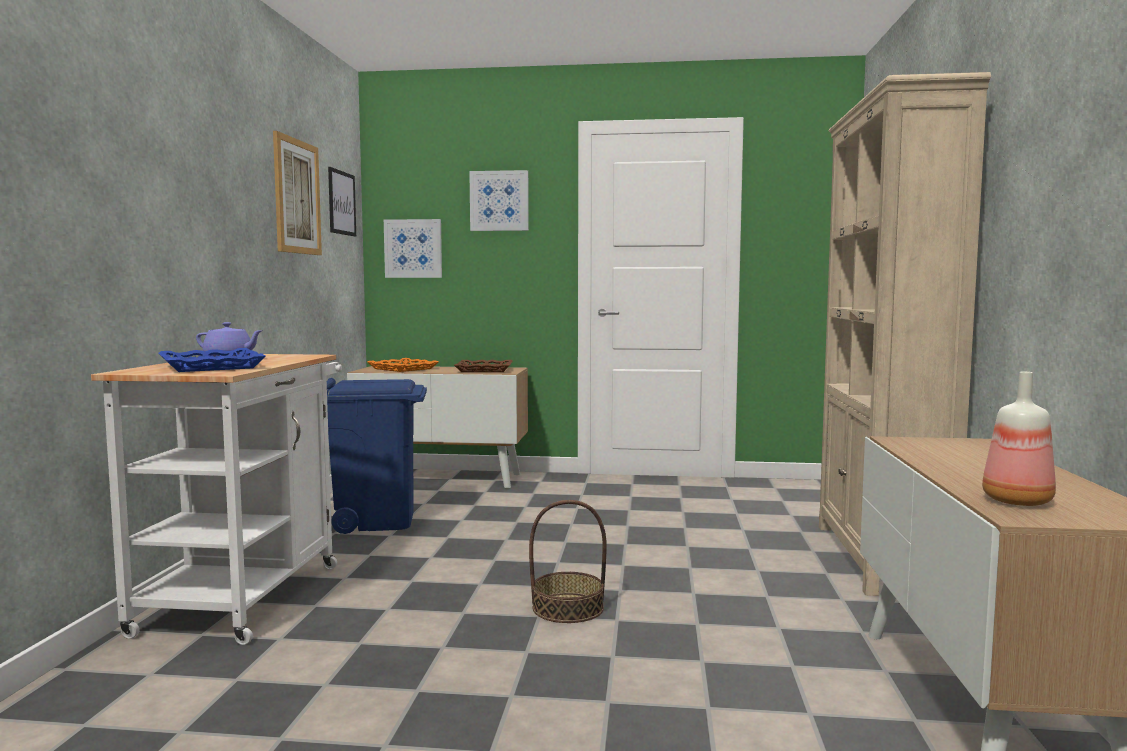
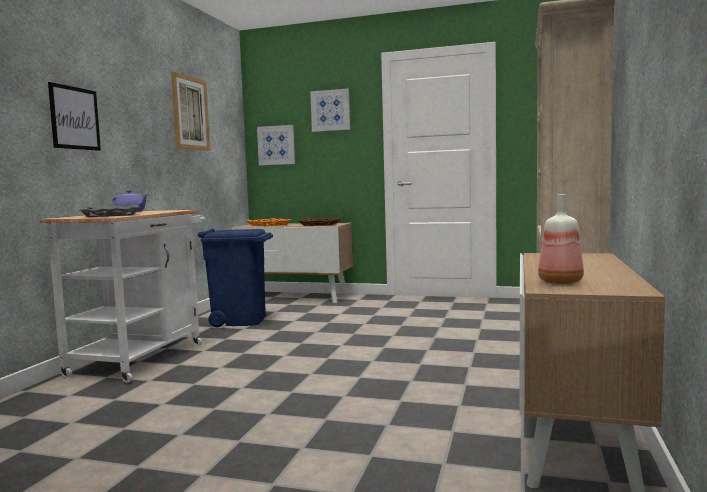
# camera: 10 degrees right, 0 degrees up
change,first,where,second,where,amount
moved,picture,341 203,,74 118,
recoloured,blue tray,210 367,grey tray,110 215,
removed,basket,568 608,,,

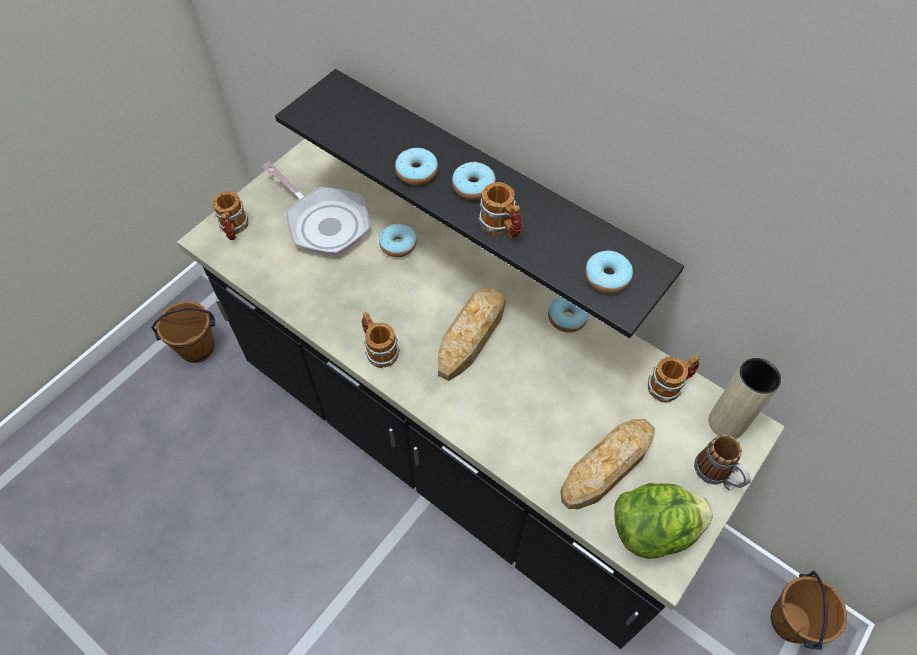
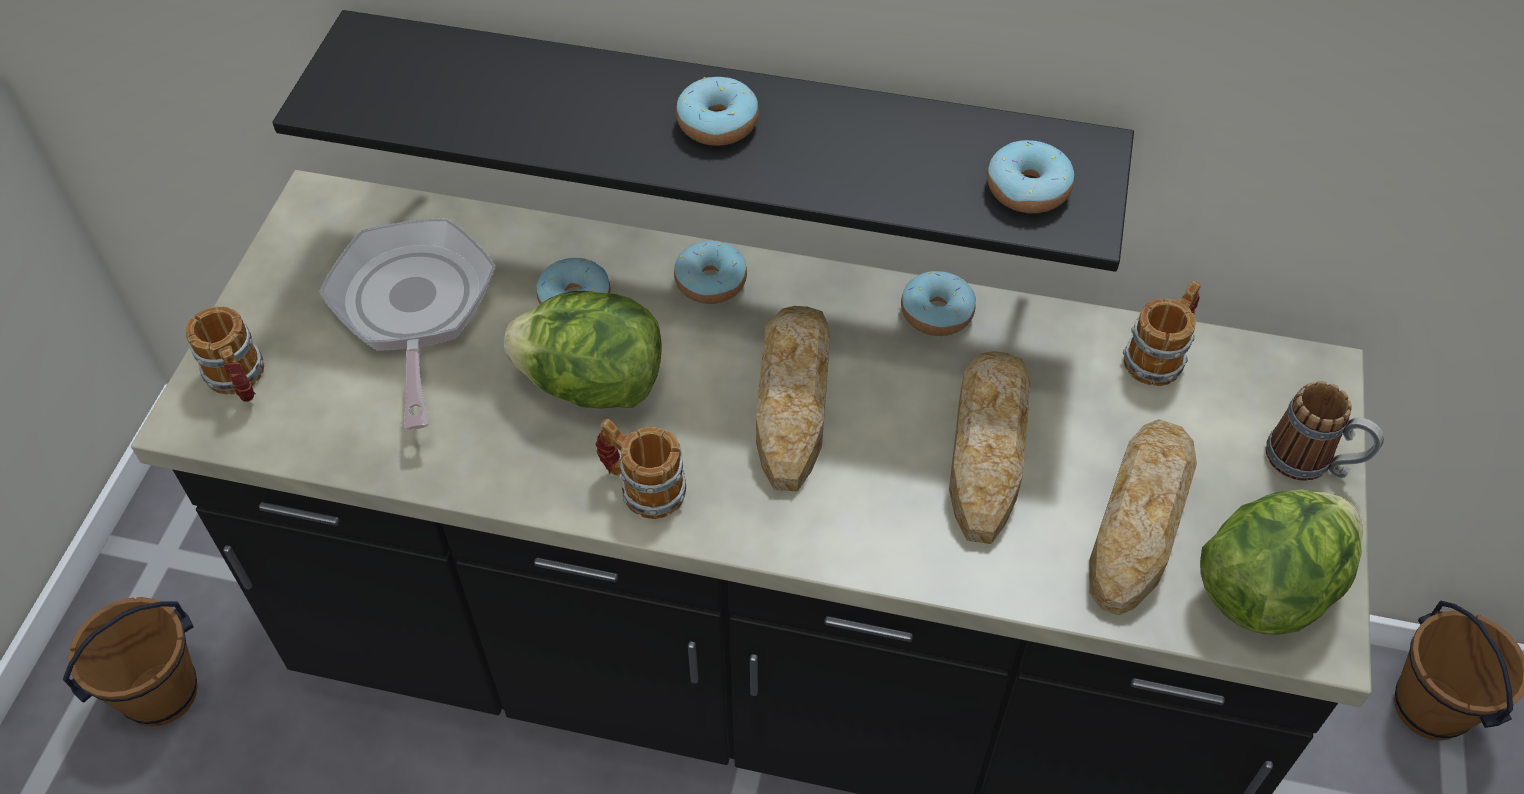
# camera: 25 degrees left, 5 degrees down
change,first,where,second,where,amount
turned,frying pan,324 222,,413 309,120 degrees counterclockwise
added,,,lettuce,593 384,
moved,donut,416 172,,710 282,
added,,,bread,987 450,
removed,mug,501 227,,,
removed,beige vase,726 423,,,

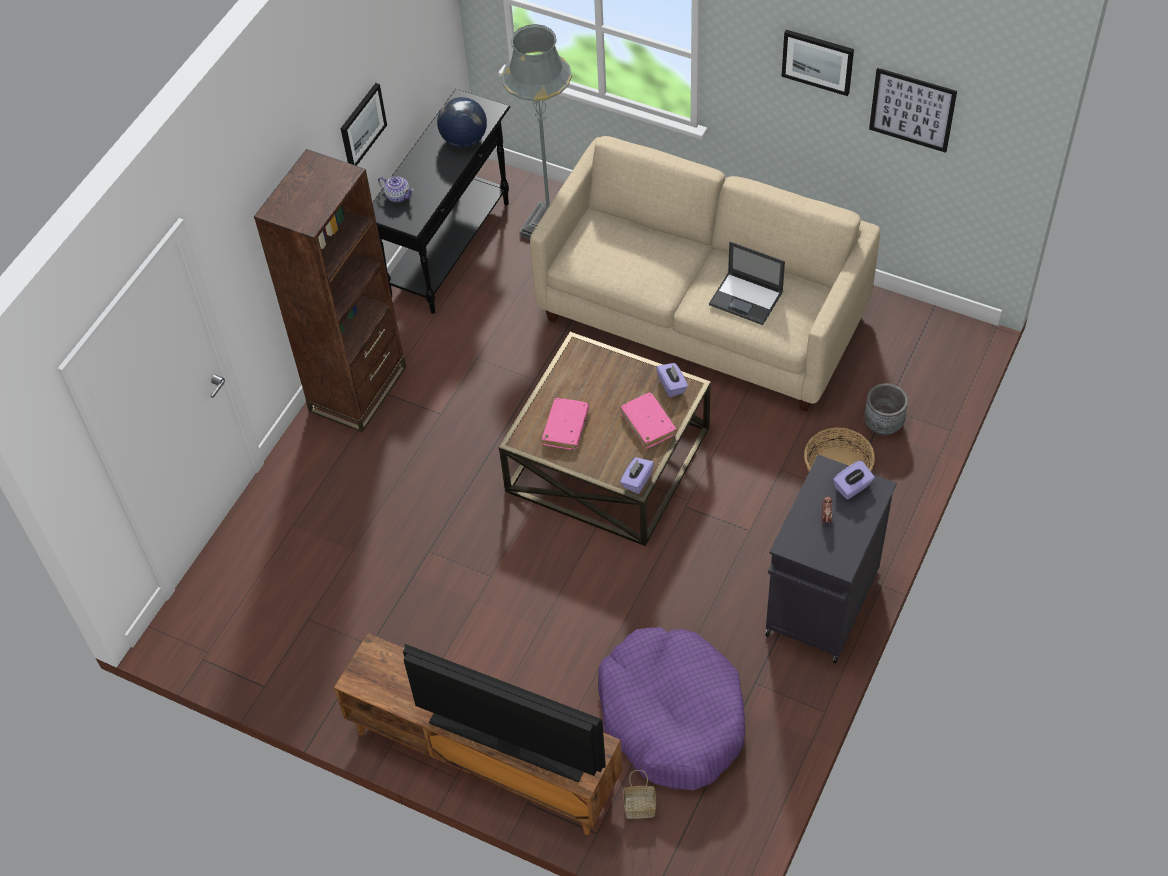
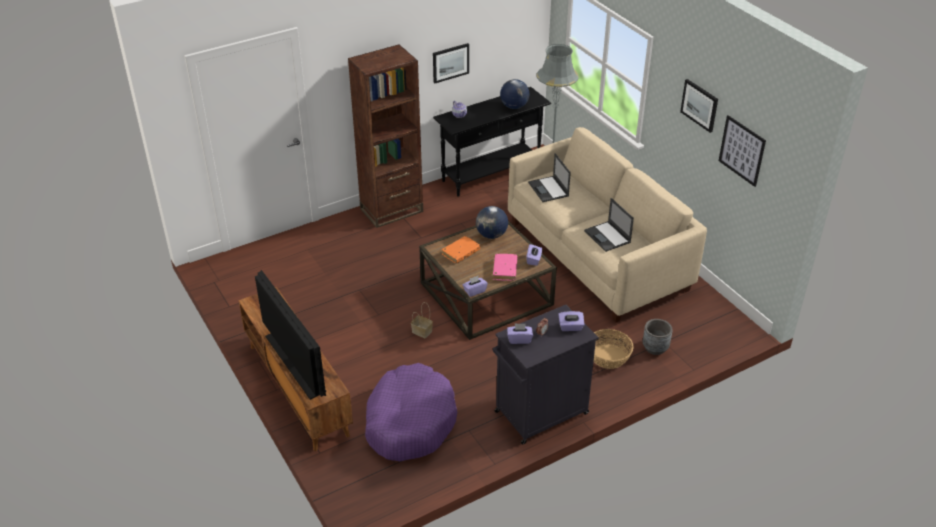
# camera: 30 degrees right, 15 degrees down
change,first,where,second,where,amount
moved,basket,639 808,,421 331,
recoloured,pink book,566 427,orange book,461 253,
added,,,globe,491 235,
added,,,purple tissue box,519 339,
added,,,laptop,549 189,

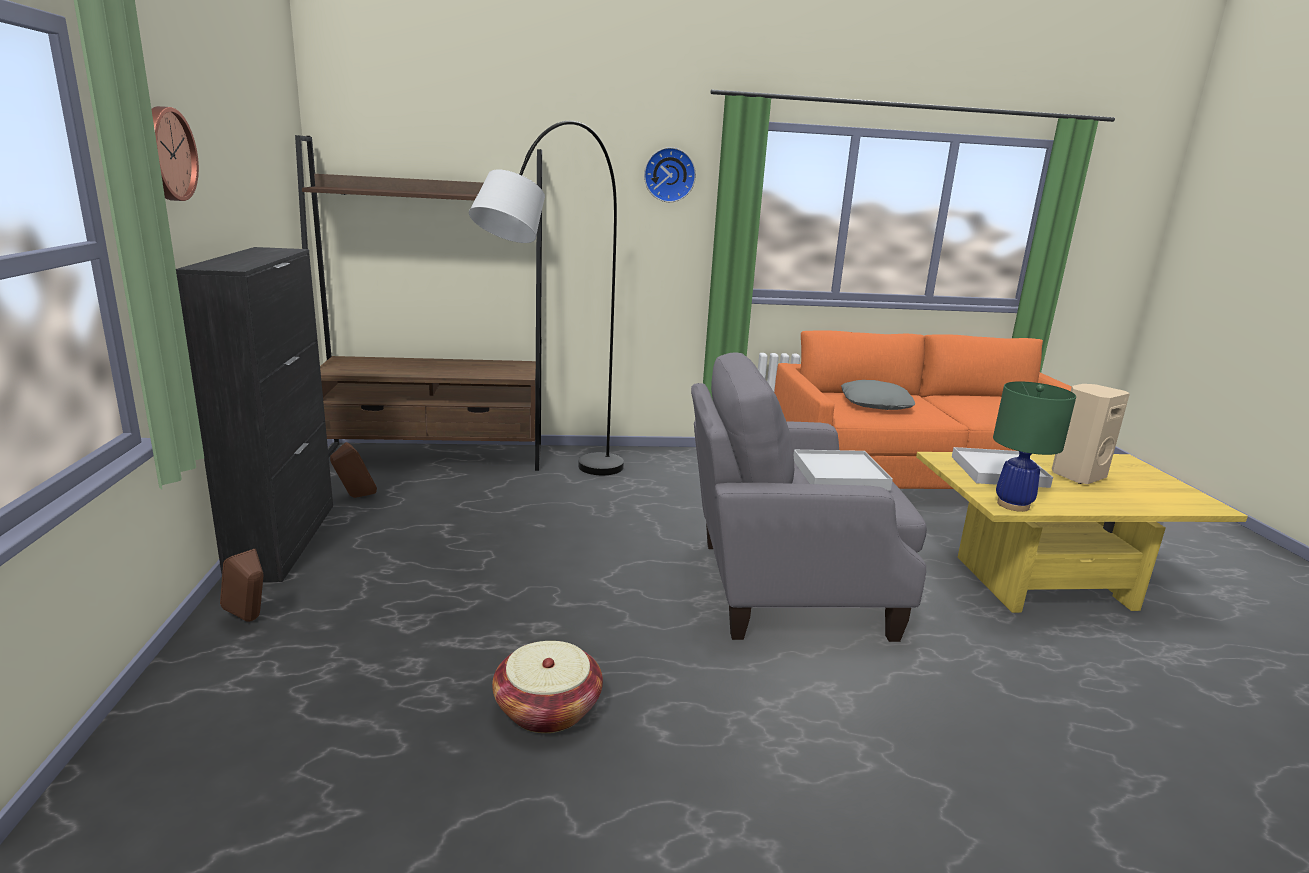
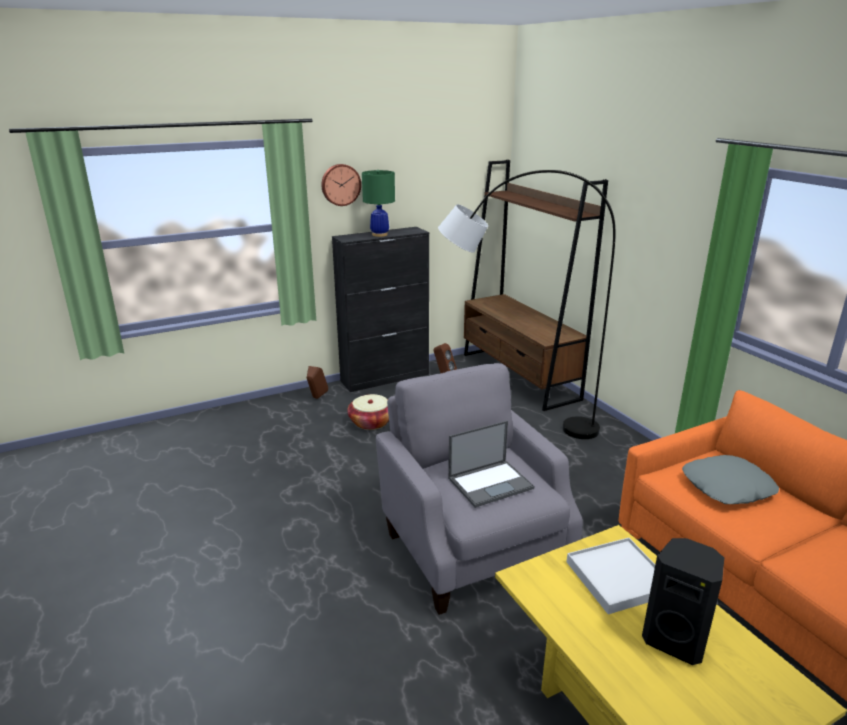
# camera: 70 degrees right, 5 degrees up
change,first,where,second,where,amount
moved,basket,547 709,,371 422,
moved,green table lamp,1012 505,,379 234,
replaced,white tray,839 474,laptop,491 483,
recoloured,beige speaker,1076 475,black speaker,675 640,
removed,wall clock,669 175,,,

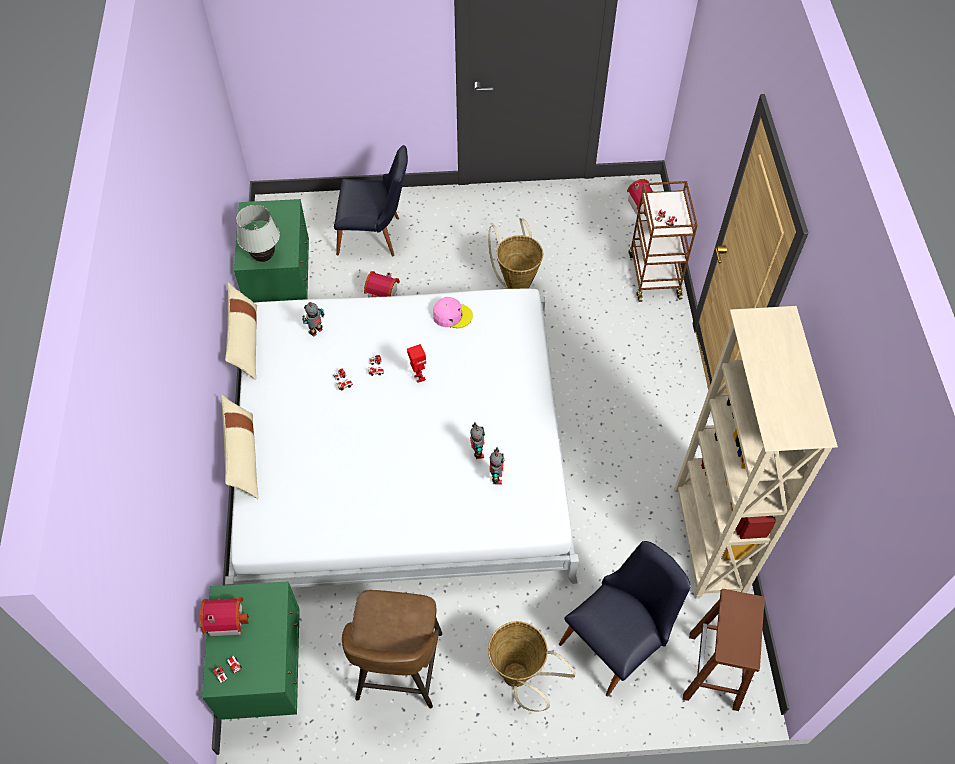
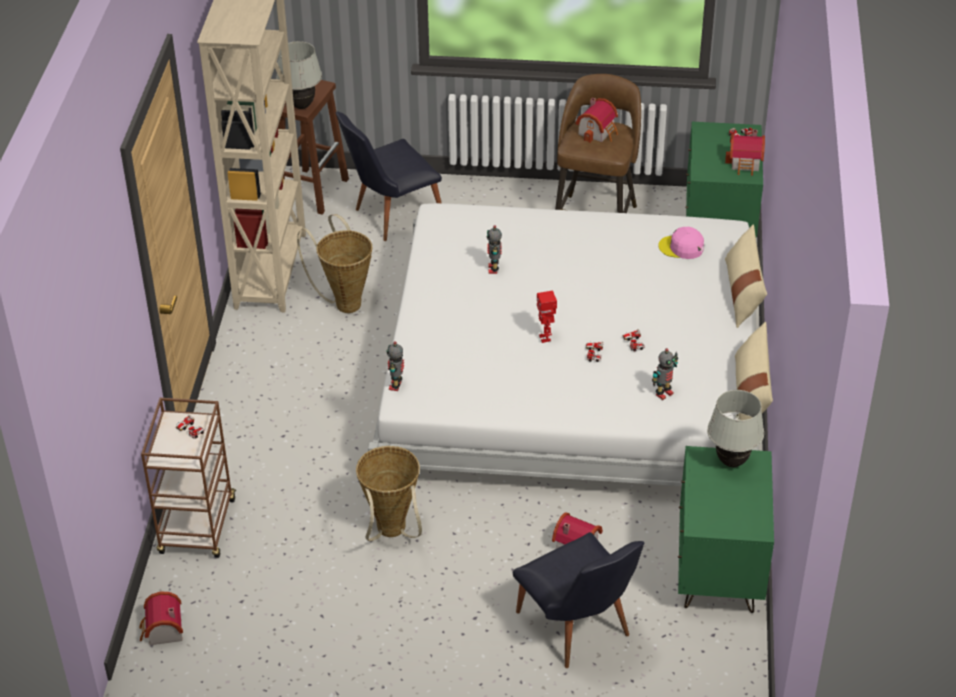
# camera: 170 degrees left, 15 degrees down
change,first,where,second,where,amount
added,,,white table lamp,301 105,
moved,basket,520 680,,345 302,
moved,toy robot,496 478,,396 385,
turned,black chair,376 236,,578 631,135 degrees counterclockwise
added,,,toy house,598 132,
moved,pink cap,452 315,,681 247,

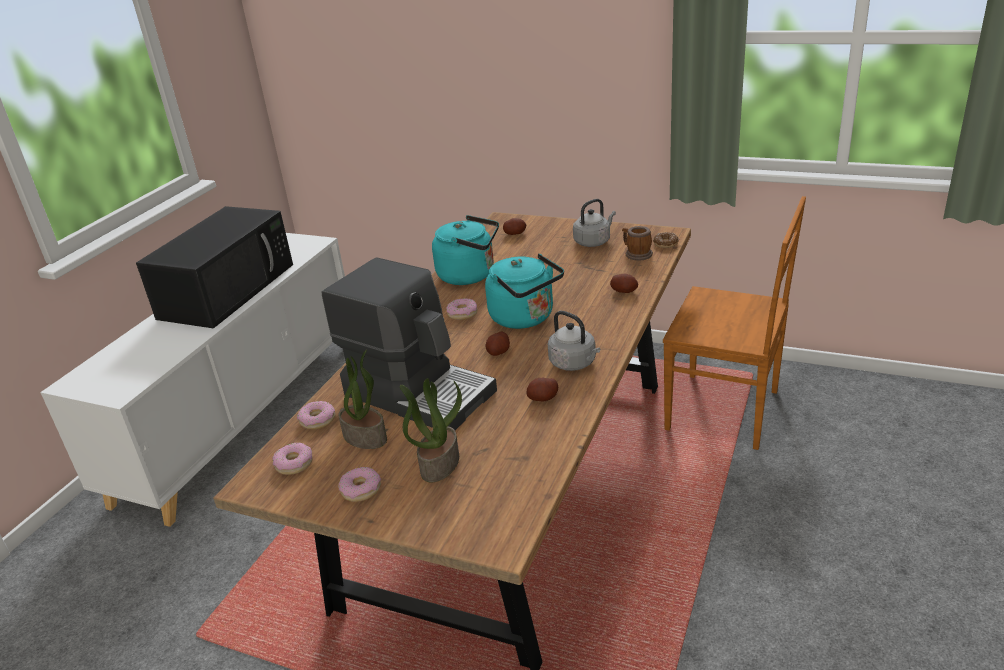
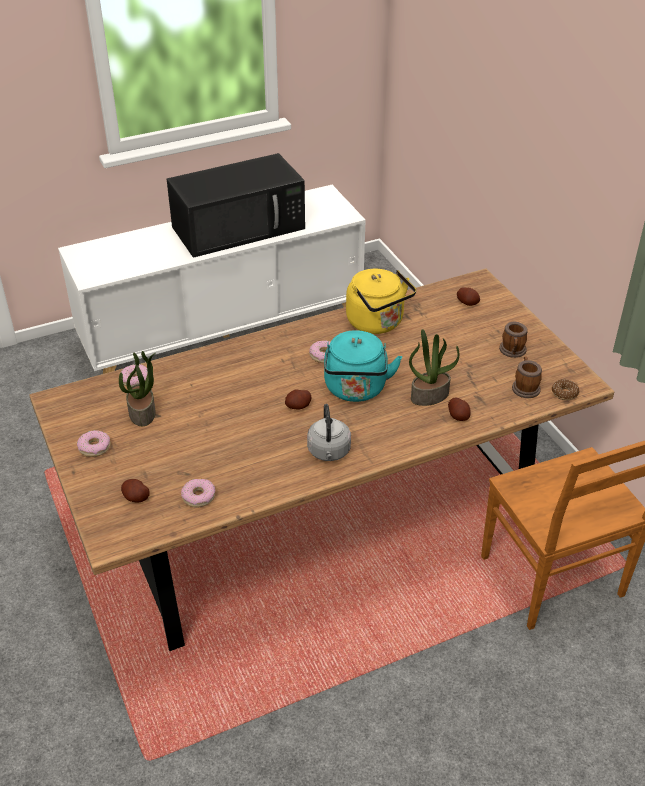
# camera: 40 degrees right, 10 degrees up
change,first,where,second,where,amount
moved,potato,543 398,,136 497,
moved,donut,294 464,,198 496,
recoloured,turquoise kettle,470 275,yellow kettle,377 323,
moved,potted plant,439 464,,429 395,
replaced,grey kettle,593 241,mug,513 351,
removed,coffee machine,419 392,,,

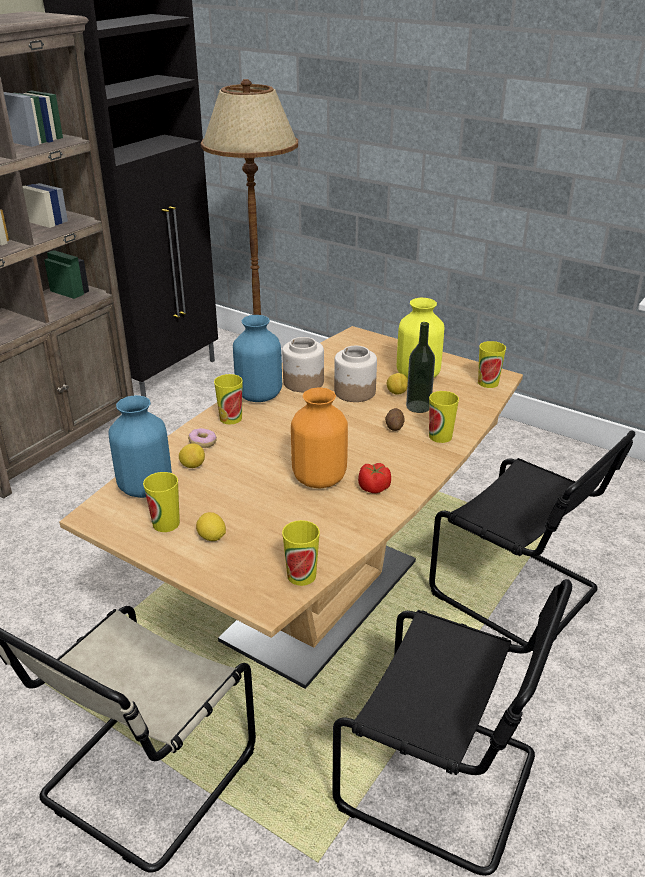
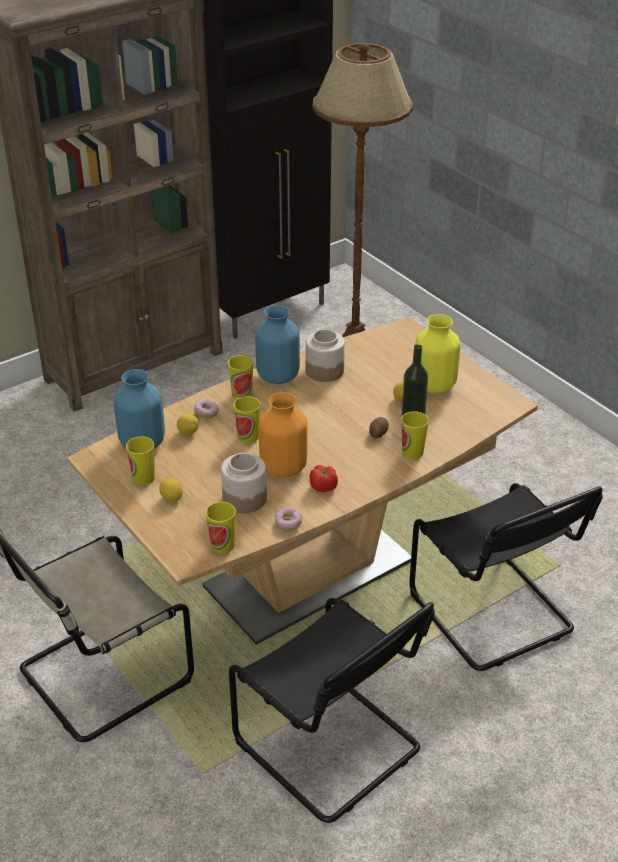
# camera: 20 degrees right, 5 degrees up
change,first,where,second,where,amount
moved,jar,354 392,,244 498,
moved,cup,488 382,,248 436,
added,,,donut,288 523,

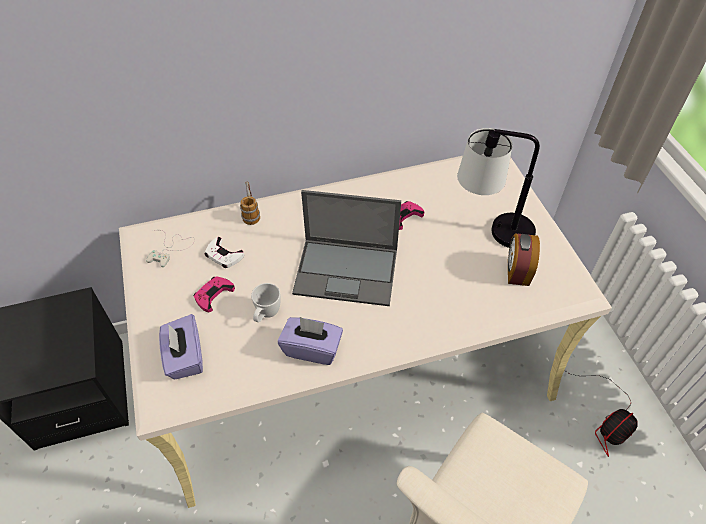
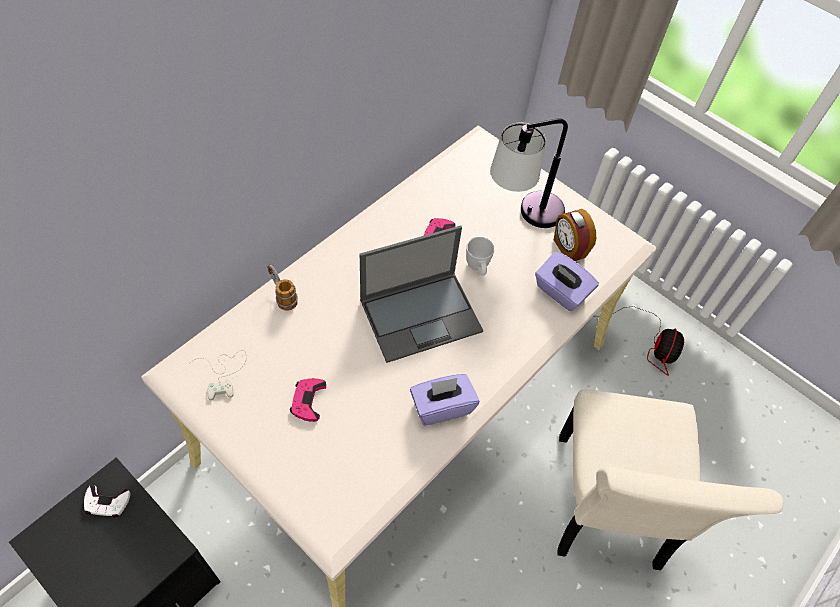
# camera: 35 degrees left, 5 degrees up
change,first,where,second,where,amount
moved,white game controller,223 255,,107 502,
moved,white mug,266 315,,478 268,
moved,purple tissue box,185 357,,561 292,

